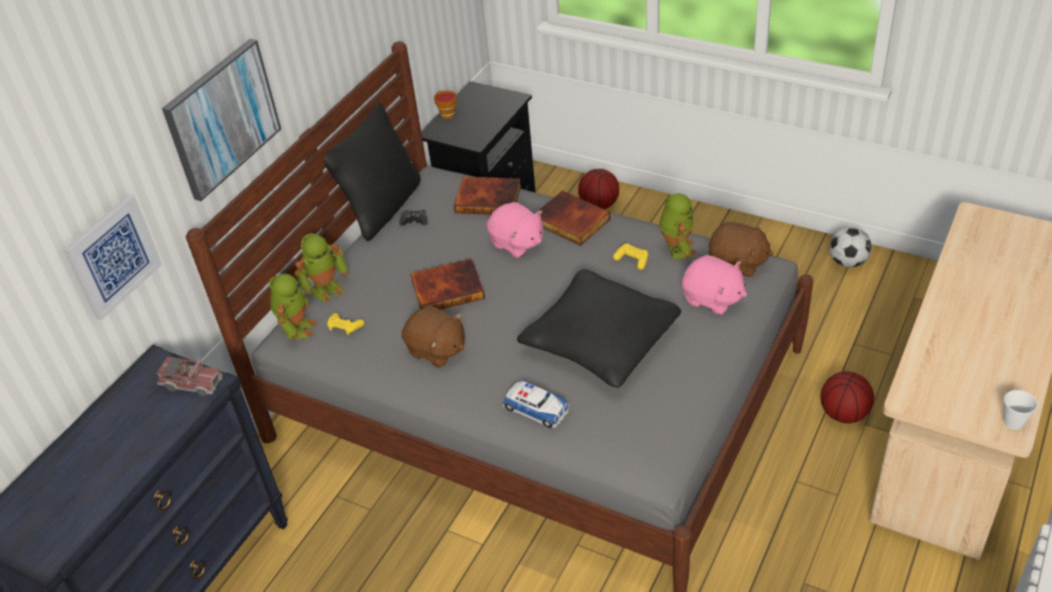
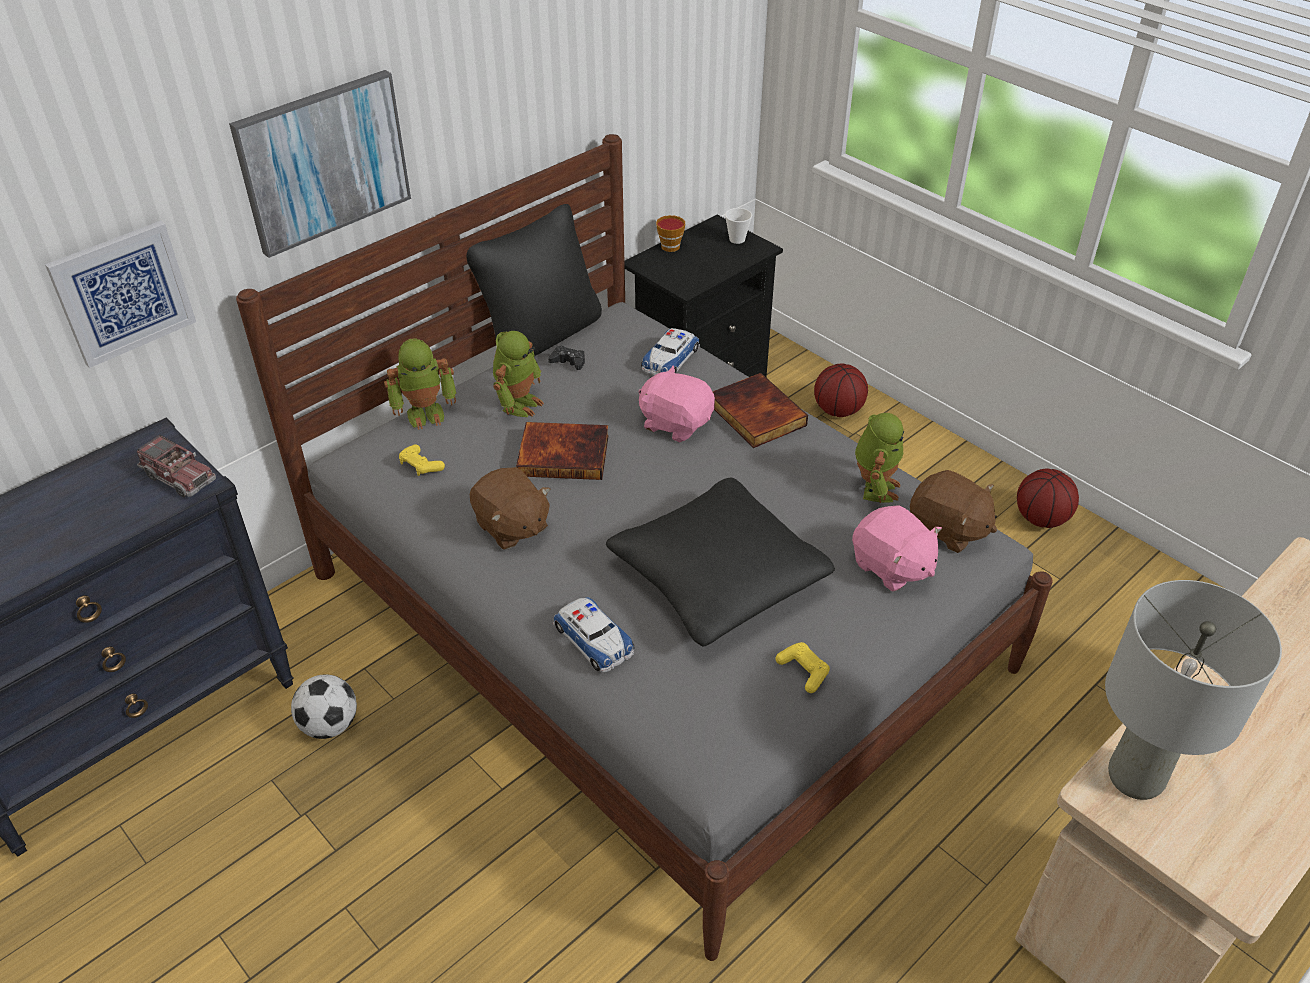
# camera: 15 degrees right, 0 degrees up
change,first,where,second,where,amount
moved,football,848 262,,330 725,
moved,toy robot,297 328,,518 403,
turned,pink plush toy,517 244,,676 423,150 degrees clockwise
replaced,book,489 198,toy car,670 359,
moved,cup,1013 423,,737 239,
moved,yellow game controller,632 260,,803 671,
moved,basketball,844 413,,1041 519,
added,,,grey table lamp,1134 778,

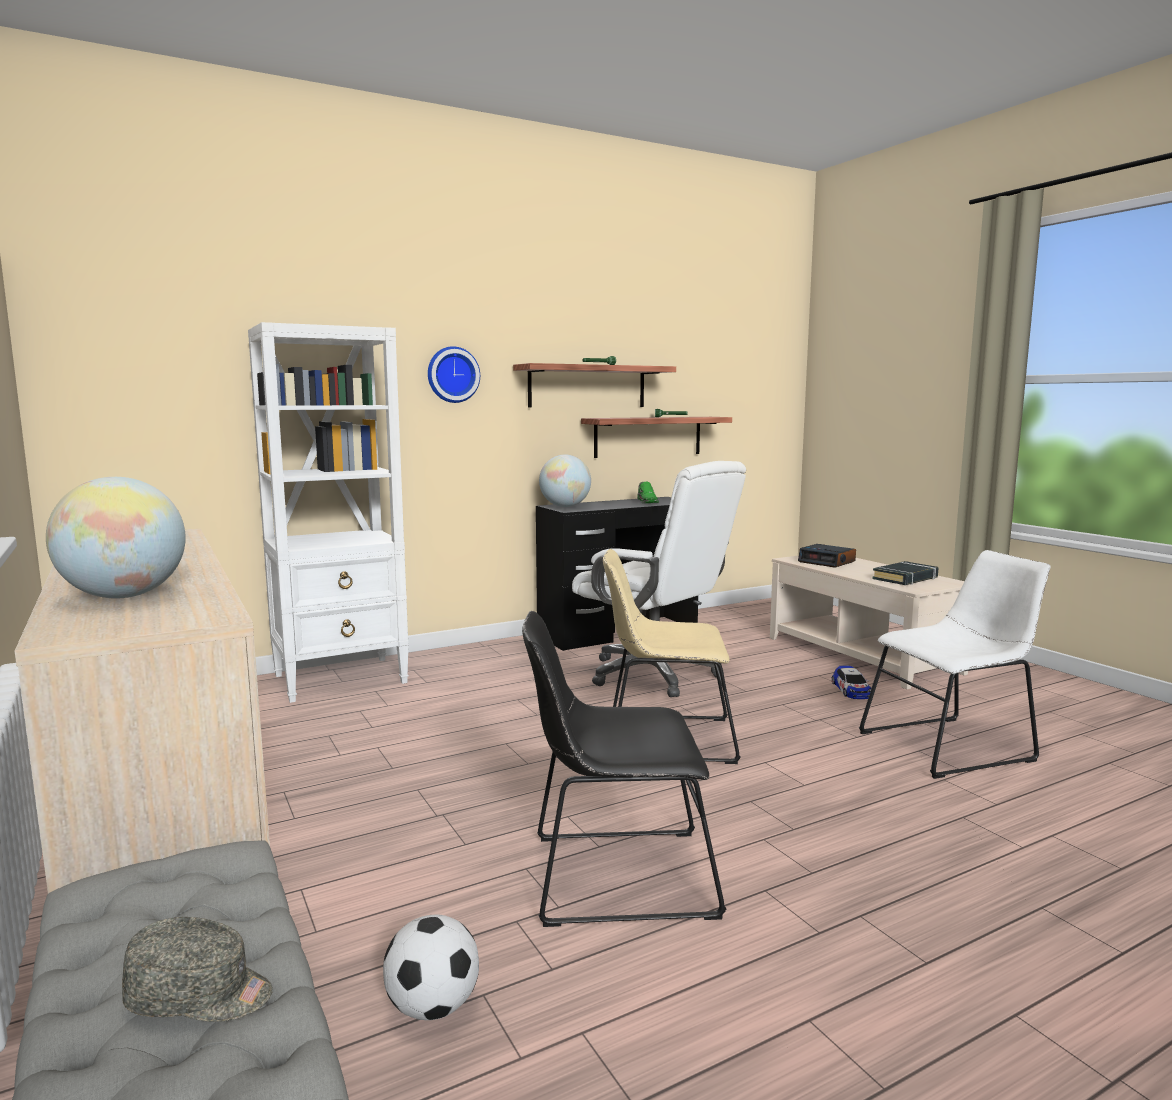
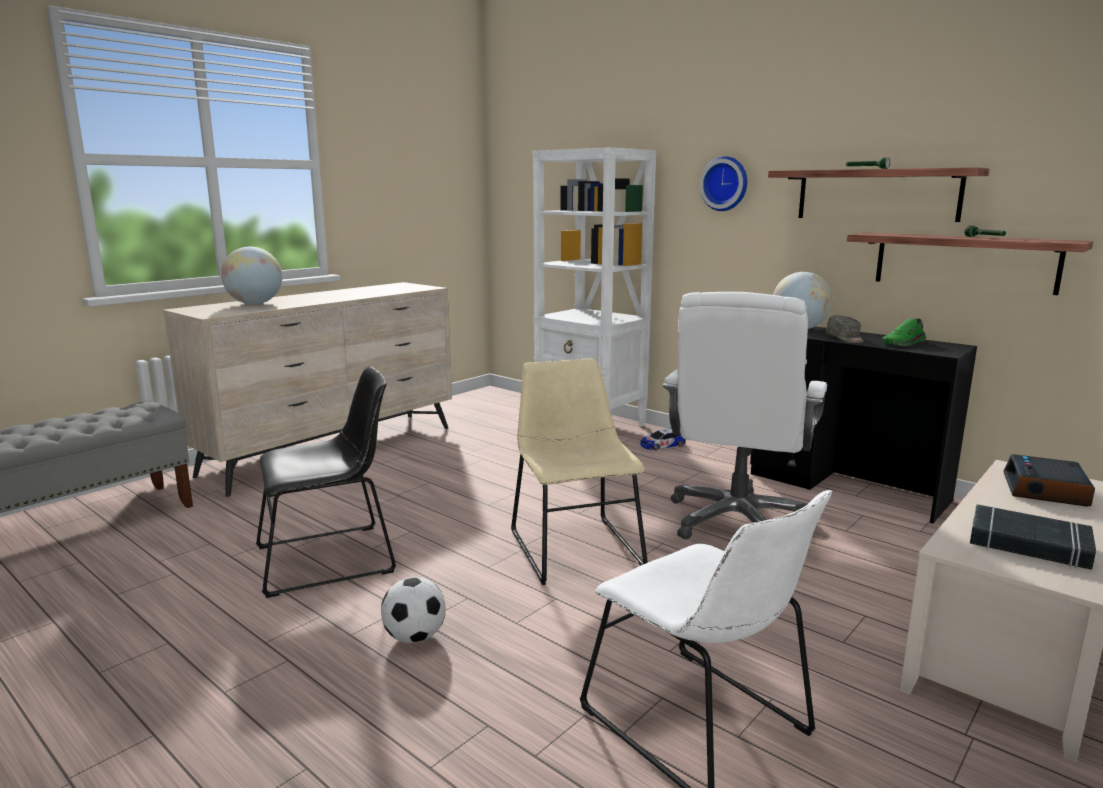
# camera: 70 degrees right, 5 degrees up
change,first,where,second,where,amount
turned,black chair,613 876,,332 558,90 degrees clockwise
moved,football,432 1008,,414 637,
moved,toy car,851 690,,662 445,
moved,grey cap,200 996,,845 339,

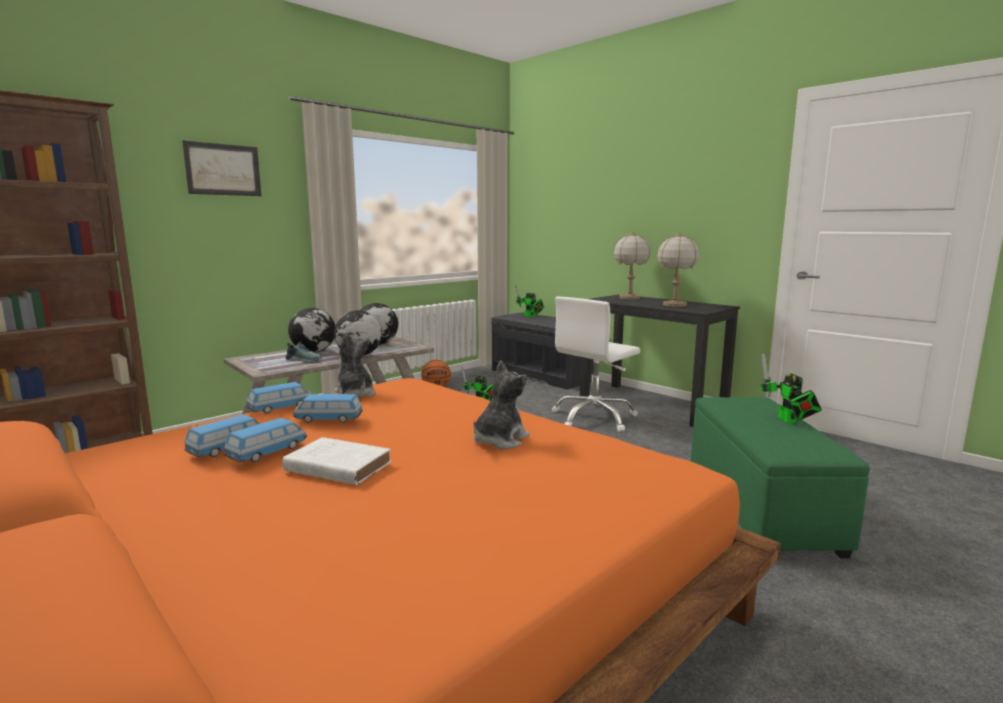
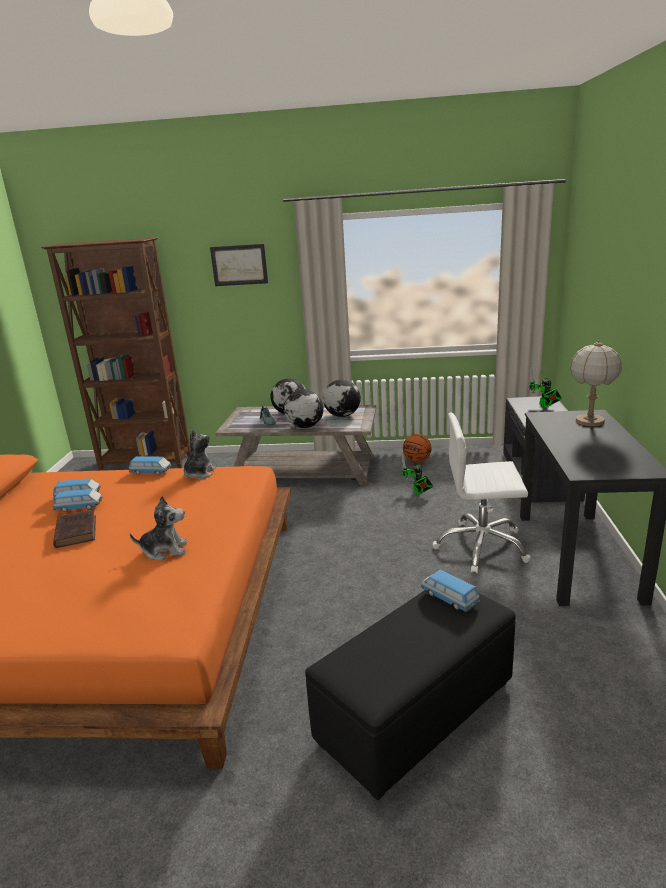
# camera: 50 degrees right, 10 degrees up
change,first,where,second,where,amount
recoloured,white book,336 466,brown book,76 531,
recoloured,green ottoman,761 508,black ottoman,415 713,
moved,toy car,328 419,,449 598,
removed,table lamp,674 305,,,
removed,toy robot,788 421,,,

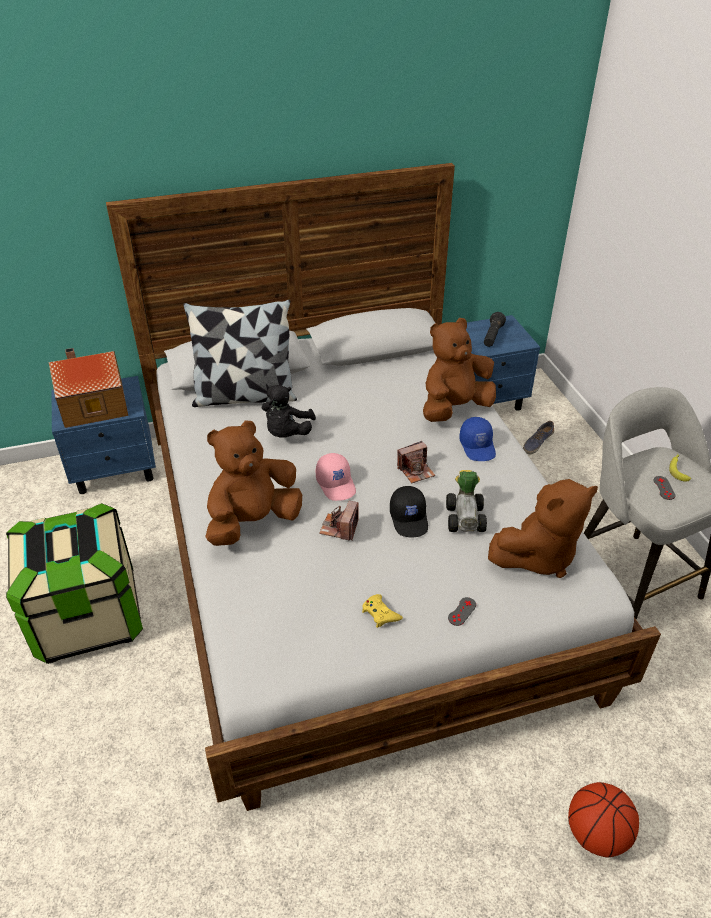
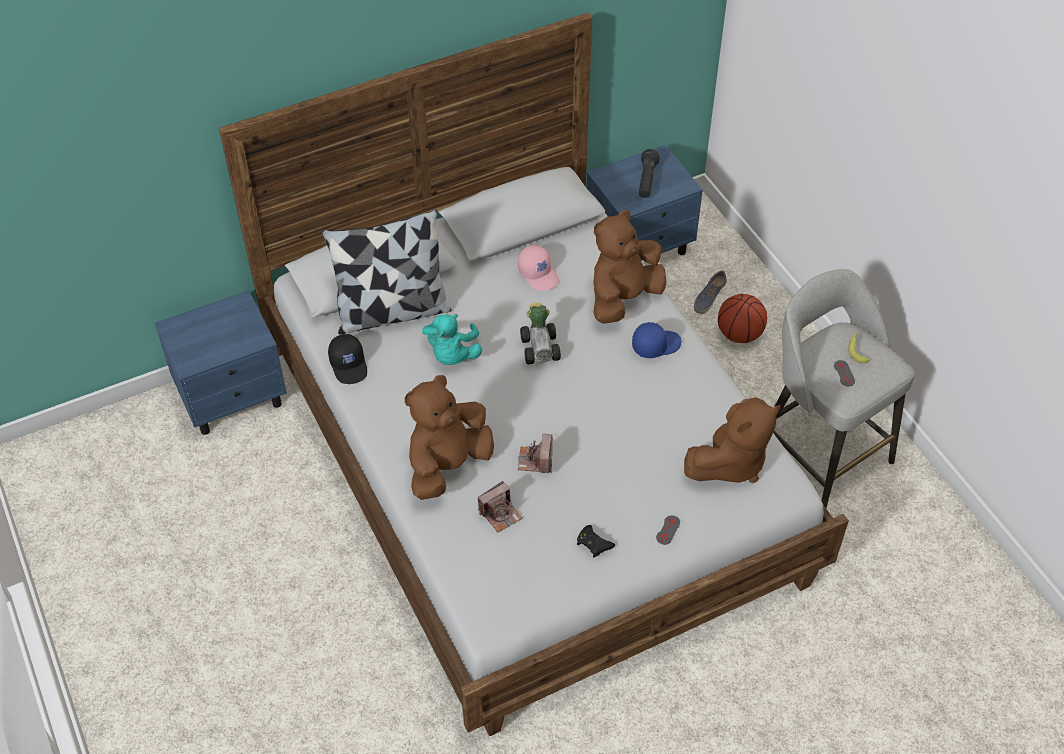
# camera: 10 degrees left, 10 degrees up
change,first,where,second,where,amount
moved,black cap,409 519,,349 365,
recoloured,black plush toy,287 433,turquoise plush toy,452 355,
moved,photo camera,416 471,,500 514,
moved,pink cap,336 484,,539 274,
moved,toy car,466 516,,541 346,
recoloured,yellow game controller,380 613,black game controller,594 543,
turned,blue cap,478 446,,655 344,90 degrees counterclockwise
moved,basketball,596 834,,739 334,
removed,storage box,88 617,,,
removed,toy house,93 403,,,

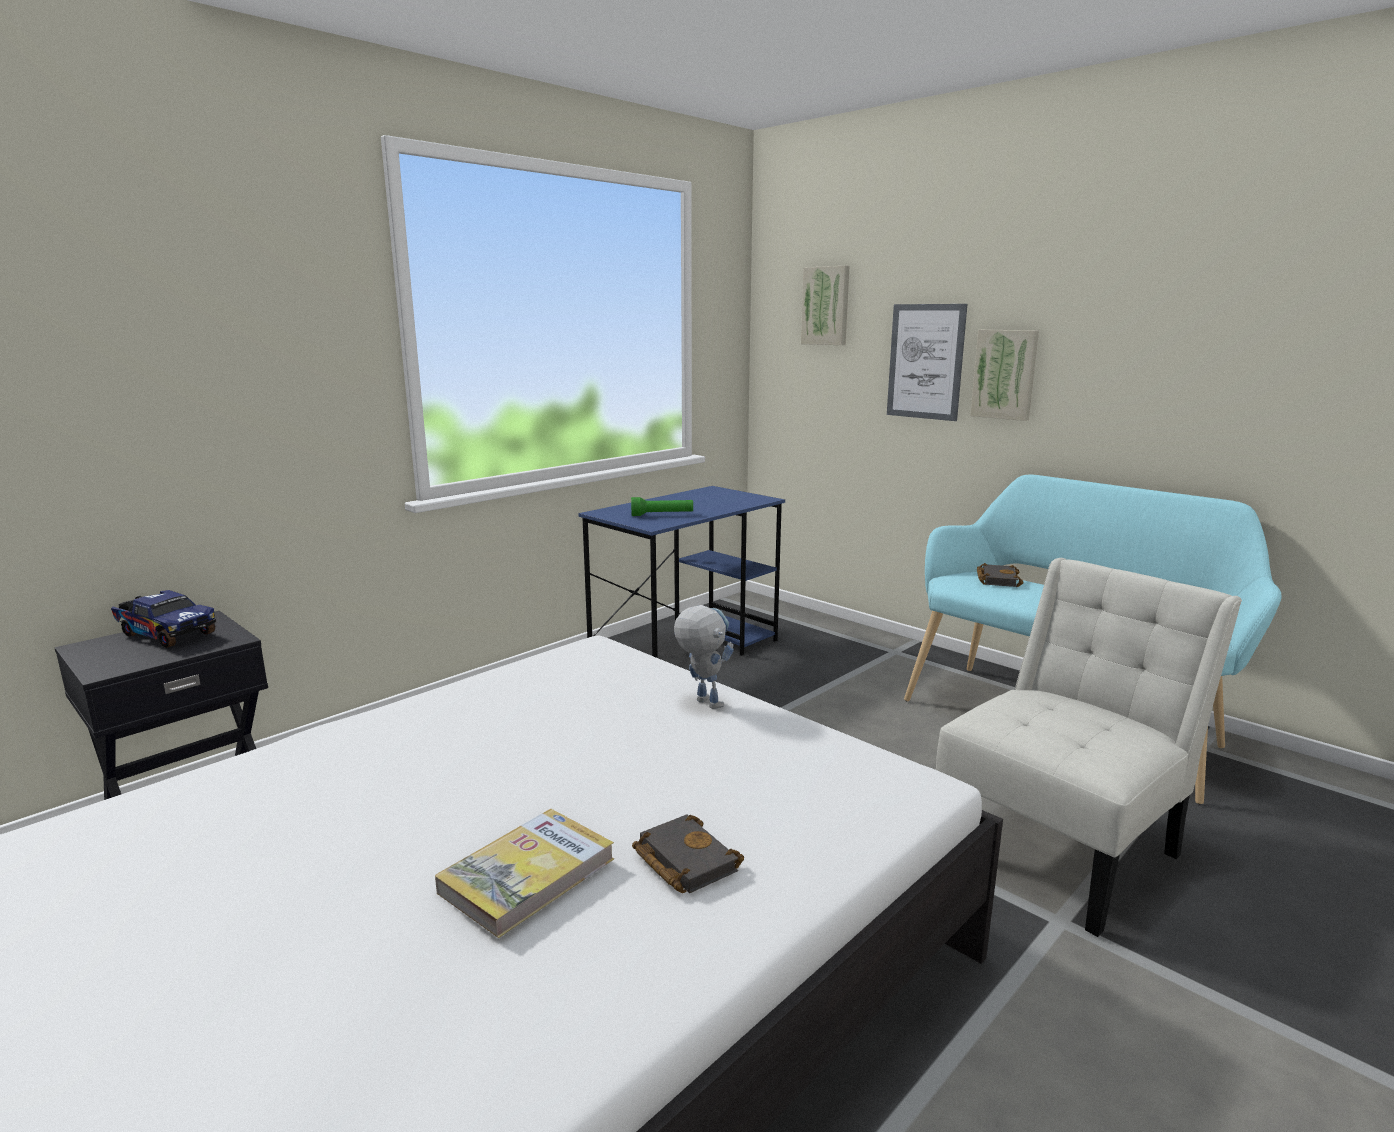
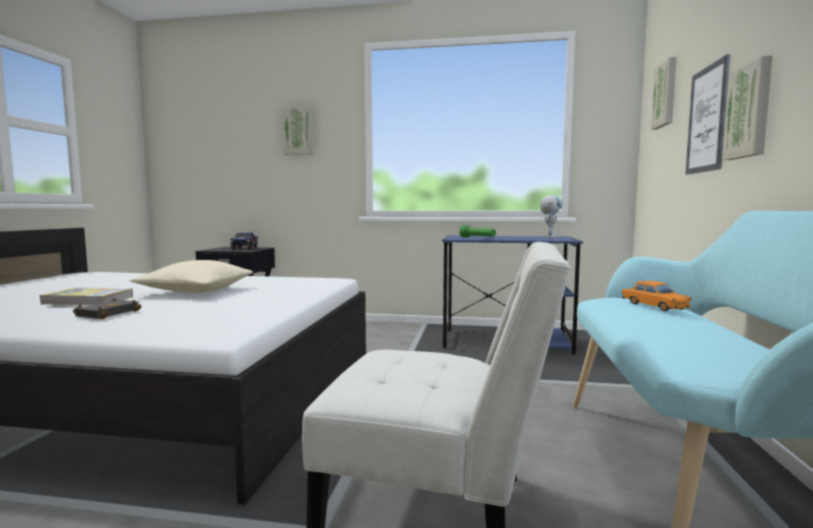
# camera: 55 degrees right, 10 degrees down
change,first,where,second,where,amount
added,,,beige pillow,196 291,
added,,,picture,299 131,
moved,toy robot,701 701,,549 237,
replaced,black book,996 579,orange toy car,654 306,

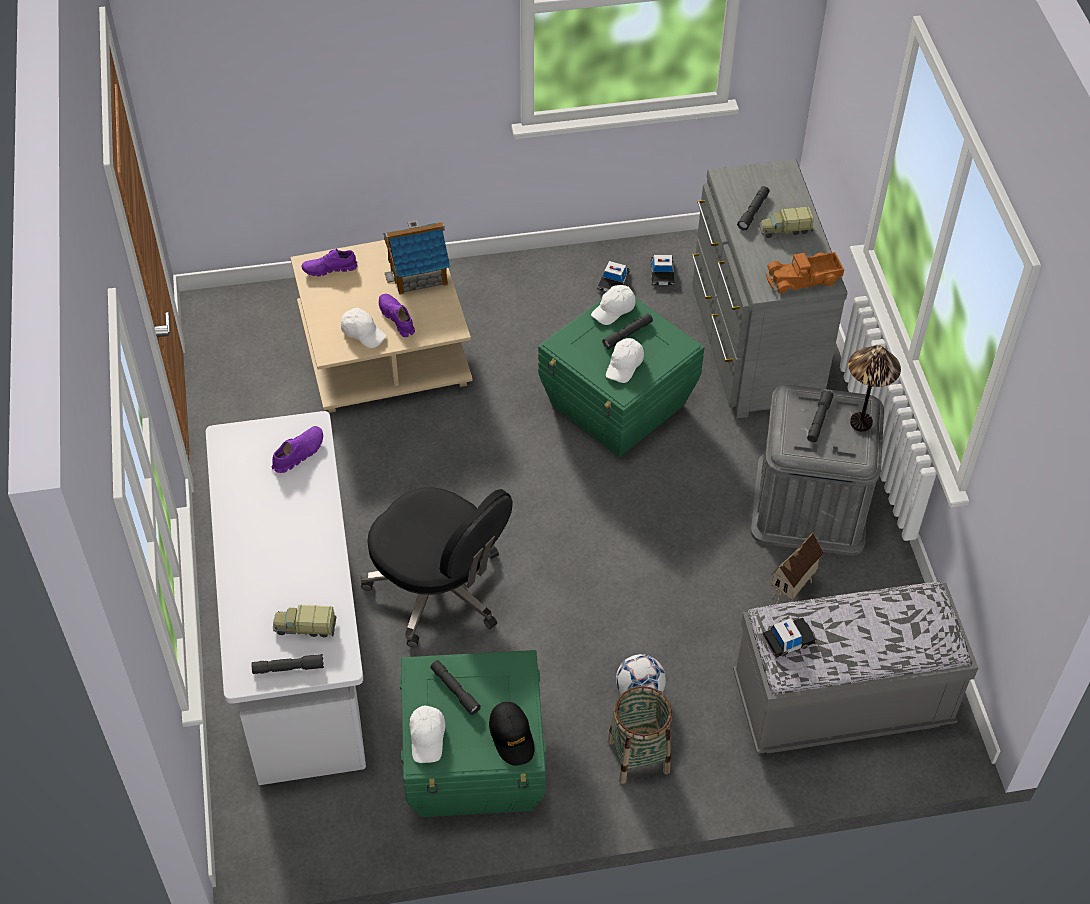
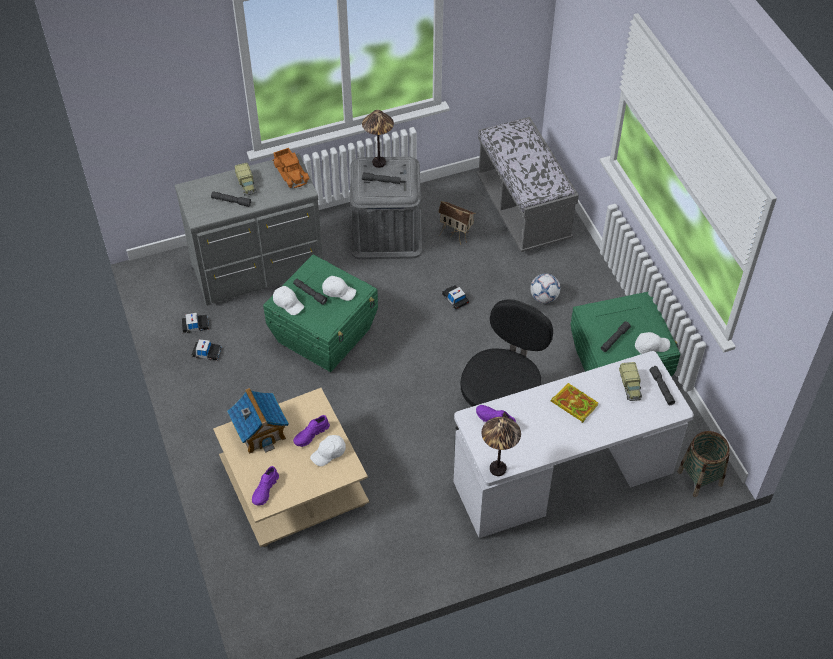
# camera: 100 degrees left, 0 degrees up
change,first,where,second,where,amount
turned,purple shoe,329 269,,265 490,45 degrees clockwise
turned,white cap,363 333,,329 453,150 degrees counterclockwise
moved,toy car,788 640,,455 299,
added,,,table lamp,497 469,
added,,,book,573 404,
moved,basket,638 756,,700 478,
removed,black cap,512 736,,,

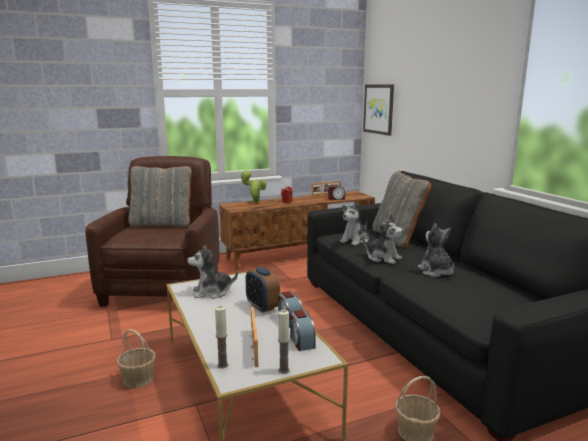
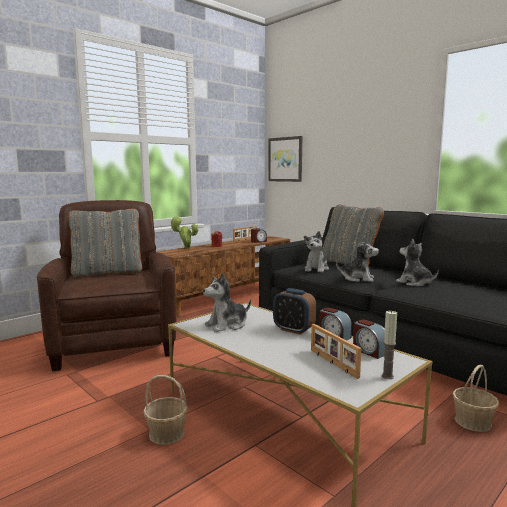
# camera: 20 degrees left, 5 degrees down
change,first,where,second,where,amount
removed,candle,222 365,,,

